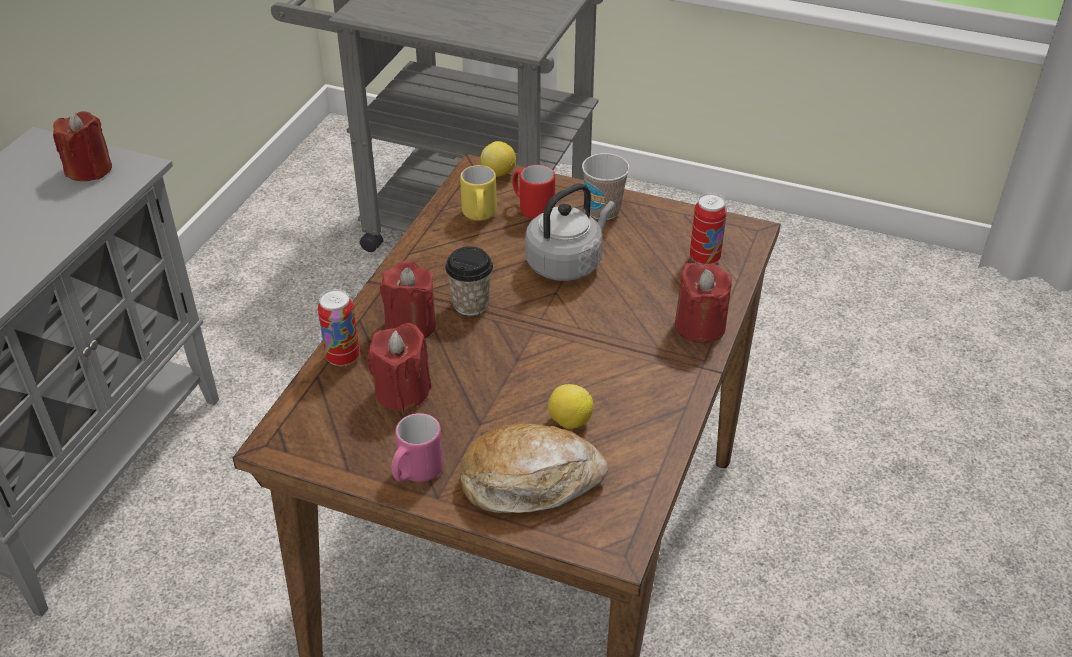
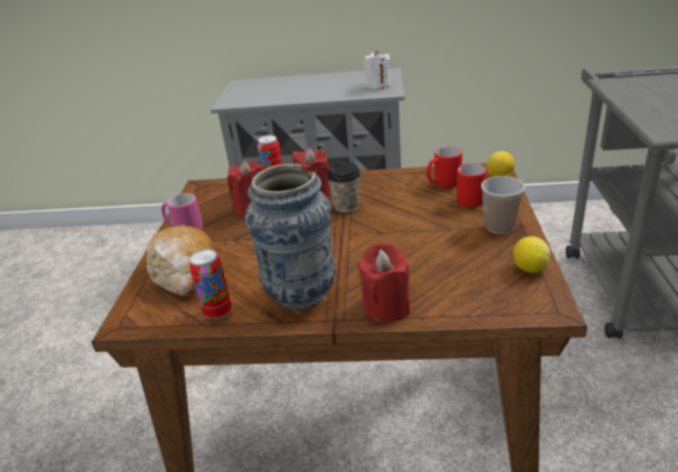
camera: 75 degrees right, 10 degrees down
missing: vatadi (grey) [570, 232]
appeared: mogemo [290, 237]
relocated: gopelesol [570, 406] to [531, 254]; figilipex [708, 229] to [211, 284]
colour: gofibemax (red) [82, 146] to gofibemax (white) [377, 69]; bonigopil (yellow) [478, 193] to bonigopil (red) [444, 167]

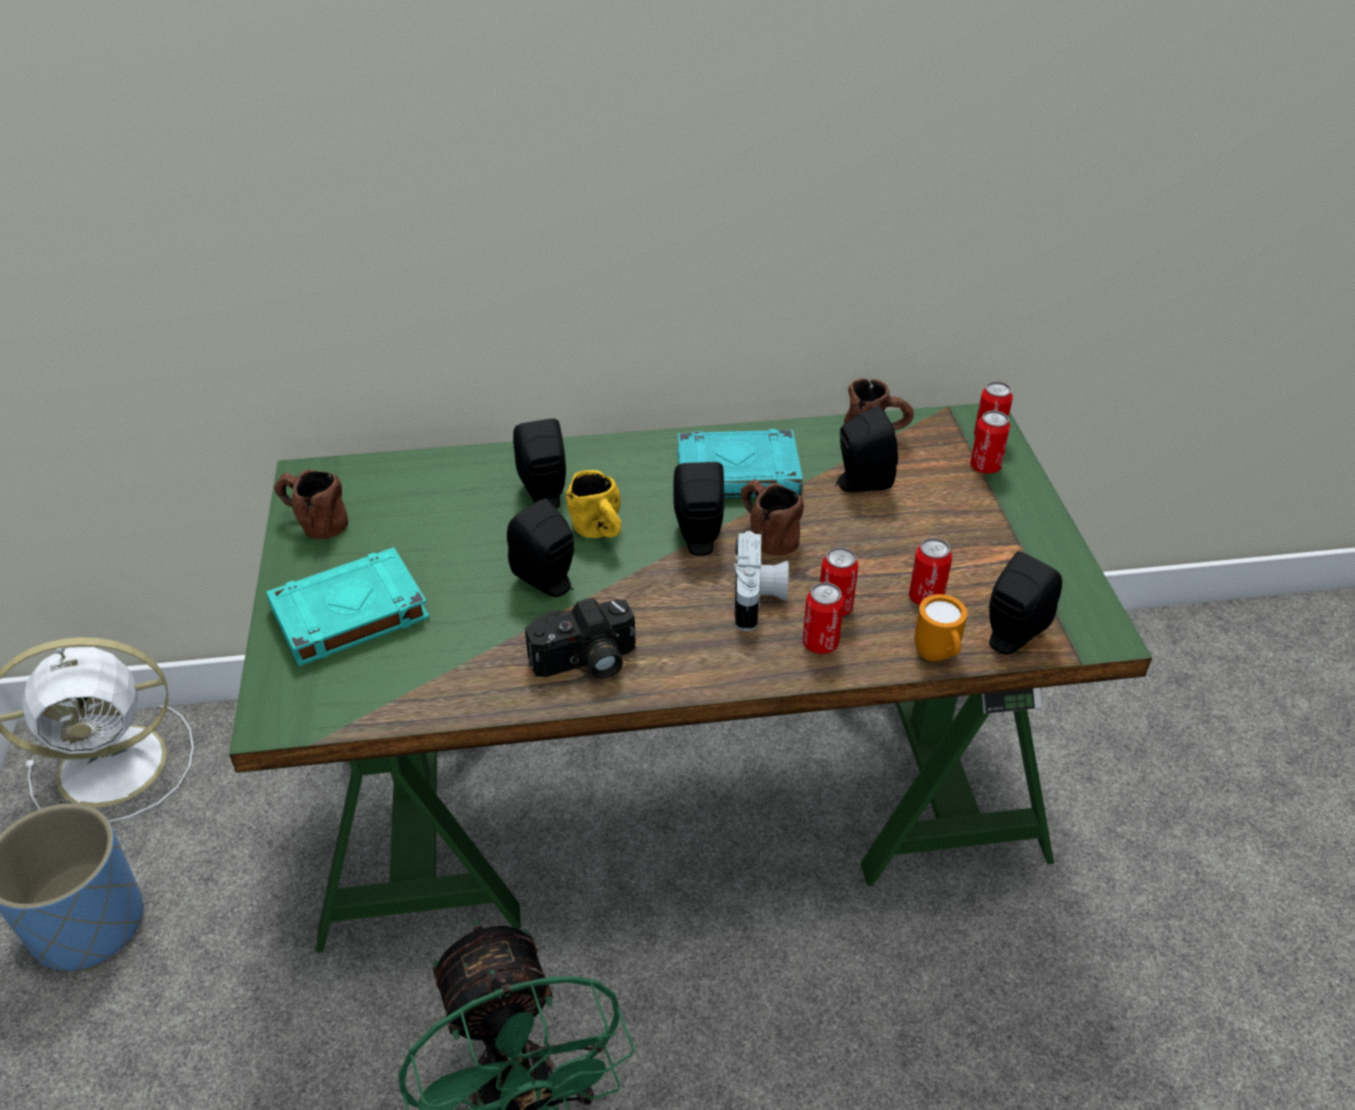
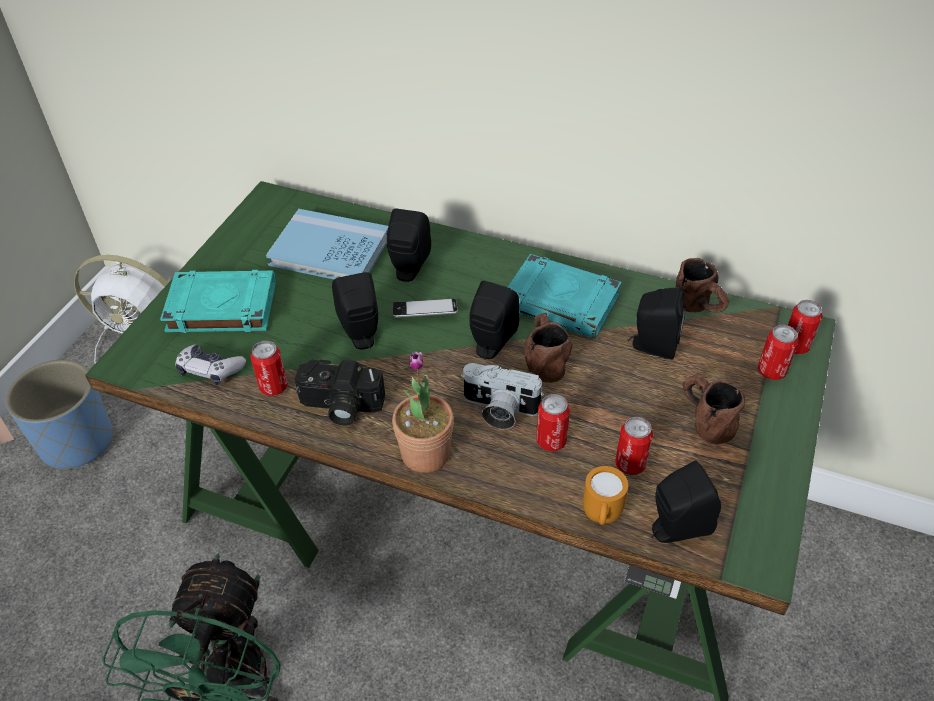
camera: 30 degrees right, 5 degrees up
appeared: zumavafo [210, 364]; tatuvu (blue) [327, 244]; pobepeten [423, 412]
relocated: bonigopil (brown) [311, 505] to [713, 408]; figilipex [823, 618] to [269, 368]
exchanged: bonigopil (yellow) [594, 504] to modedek [425, 308]
spun: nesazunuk [761, 581] = [502, 396] 75 degrees clockwise

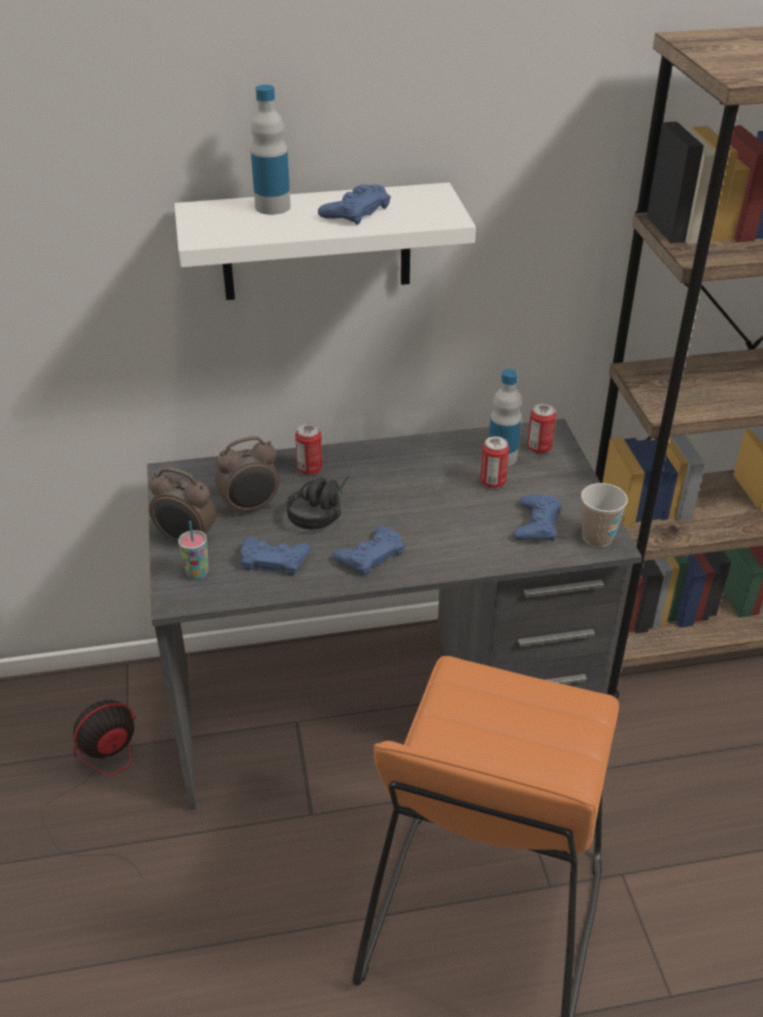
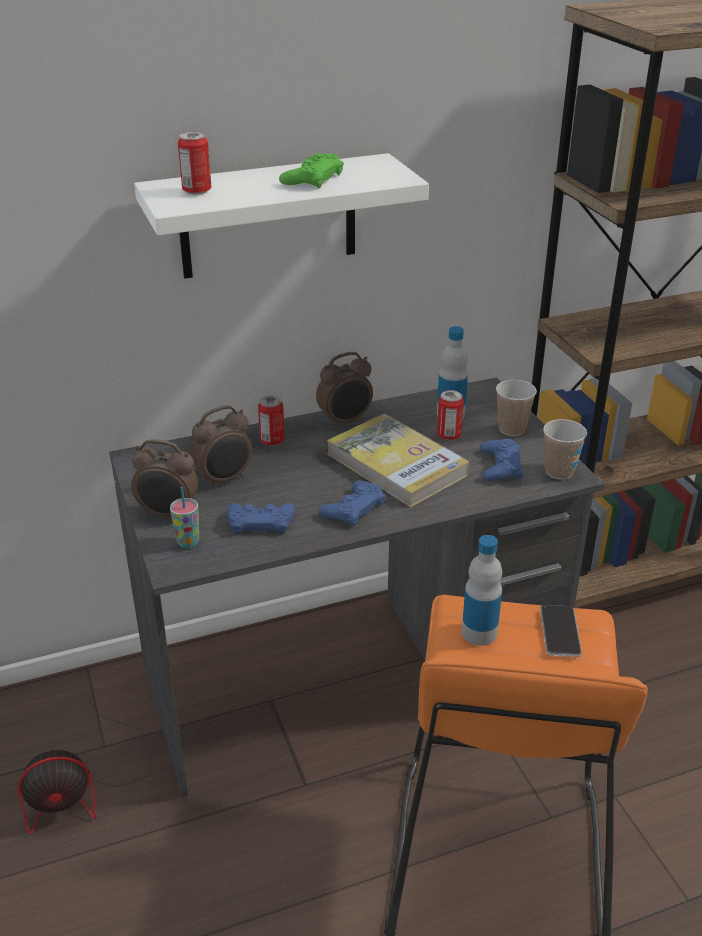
camera: 10 degrees left, 5 degrees down
missing: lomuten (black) [318, 502]
appeared: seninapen [344, 390]; tatuvu [398, 460]; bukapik [516, 408]; modedek [561, 631]
relocated: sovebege [271, 150] to [482, 590]; figilipex [541, 428] to [194, 163]
colour: zumavafo (blue) [354, 204] to zumavafo (green) [311, 171]
spun: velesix [92, 789] = [84, 763] 150 degrees counterclockwise

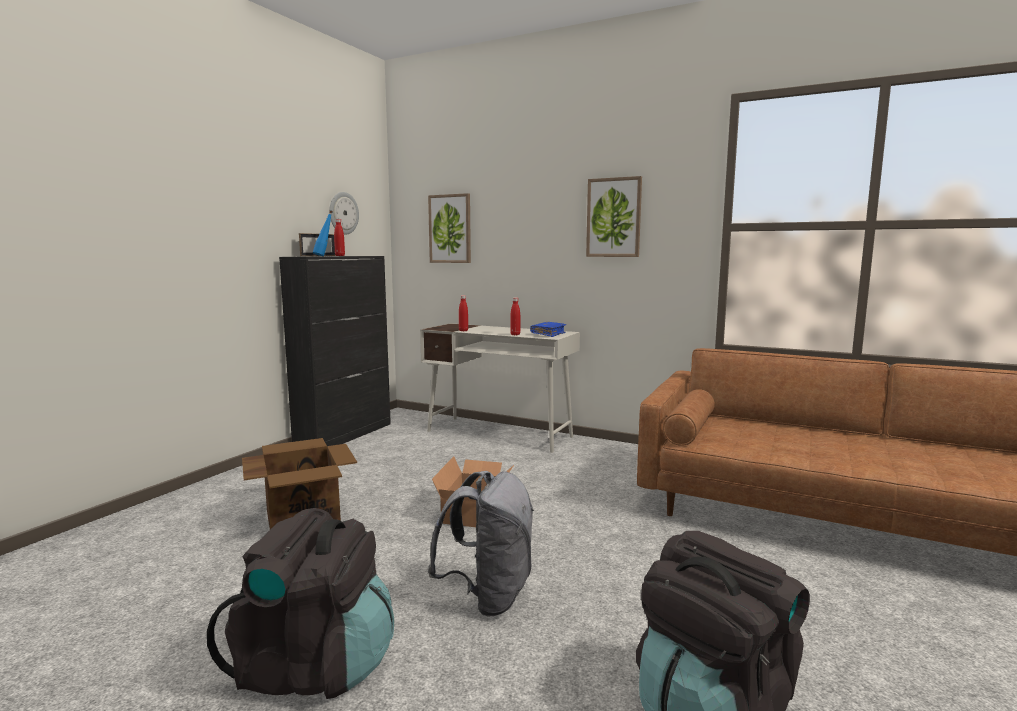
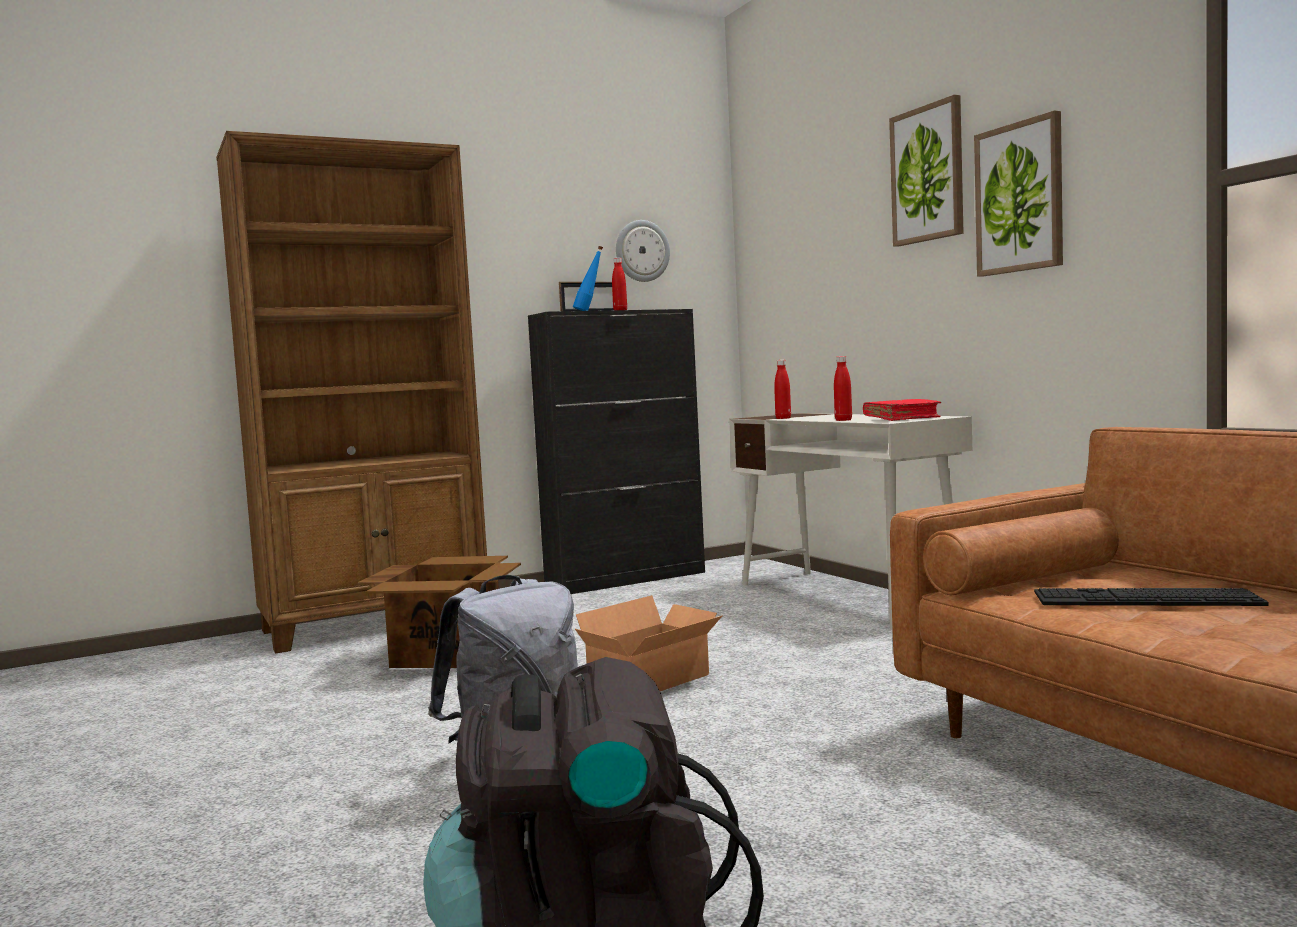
camera: 35 degrees right, 5 degrees down
missing: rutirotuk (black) [300, 603]
appeared: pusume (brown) [351, 392]; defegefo [1151, 597]
relocated: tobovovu [449, 228] to [926, 171]
colour: tatuvu (blue) [548, 329] to tatuvu (red) [902, 410]

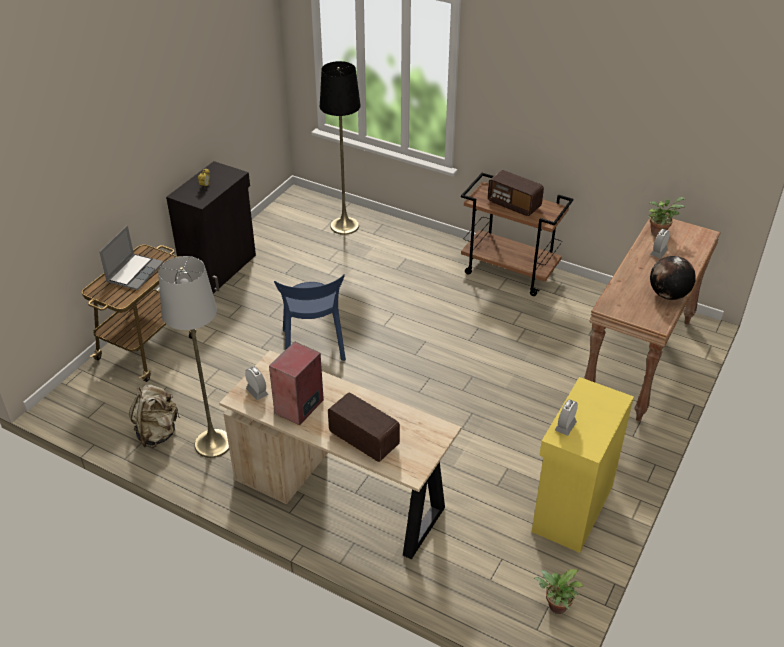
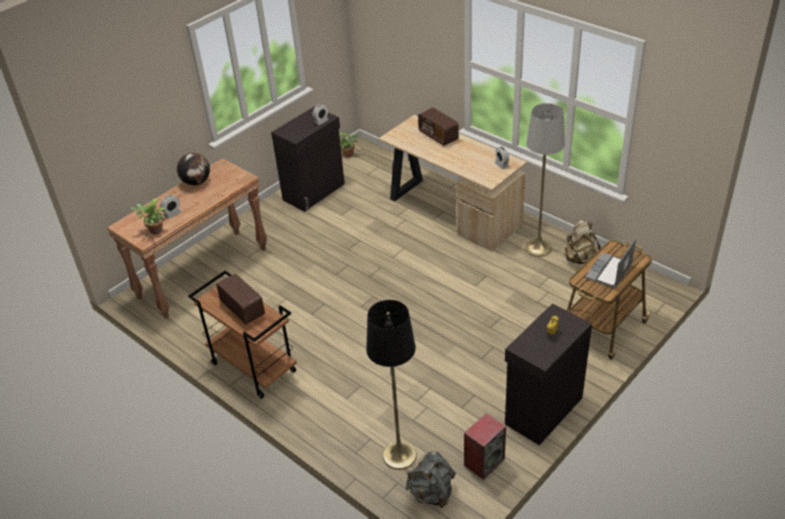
camera: 165 degrees left, 0 degrees up
missing: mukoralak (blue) [310, 318]
appeared: rutirotuk (grey) [431, 479]
relocated: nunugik [296, 383] to [485, 446]
colour: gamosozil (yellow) [583, 465] to gamosozil (black) [308, 159]

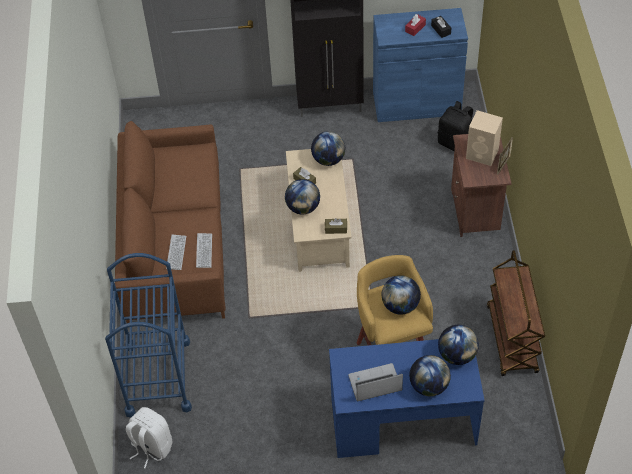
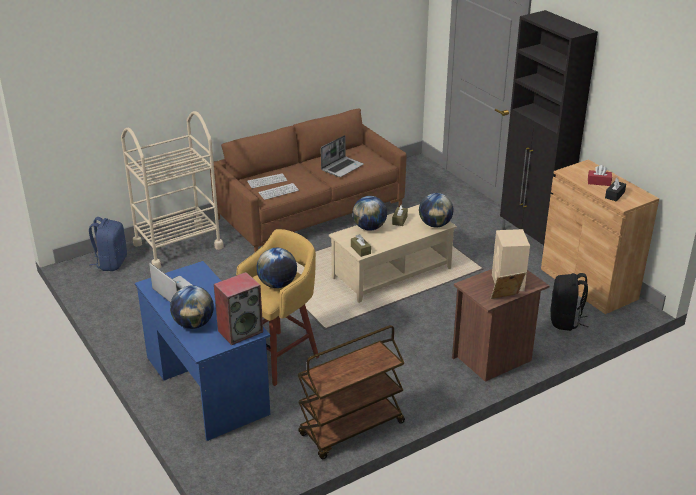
camera: 60 degrees right, 20 degrees down
appeared: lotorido [342, 156]
exchanged: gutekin [458, 345] to nunugik [238, 308]
colour: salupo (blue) [148, 335] to salupo (beige) [172, 190]; rutirotuk (white) [149, 437] to rutirotuk (blue) [108, 244]; gamosozil (blue) [420, 65] to gamosozil (brown) [600, 236]

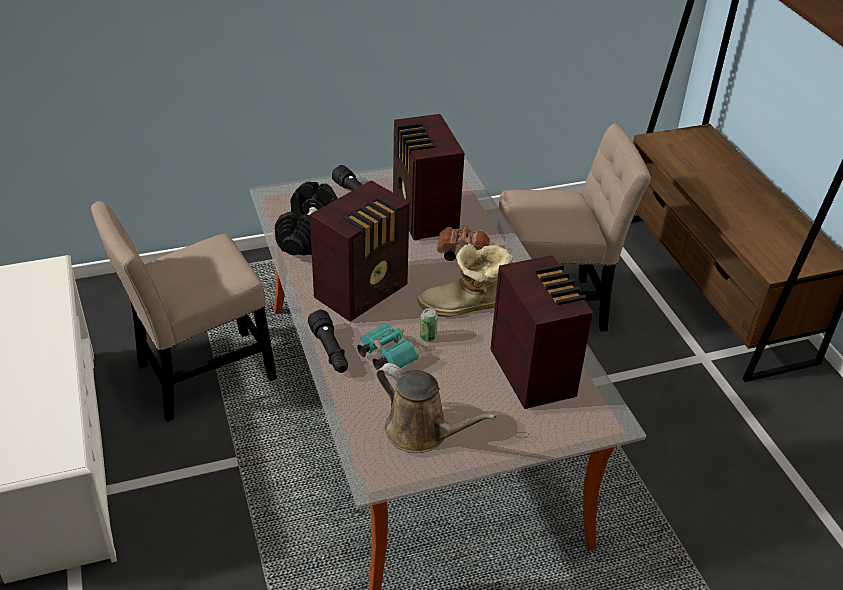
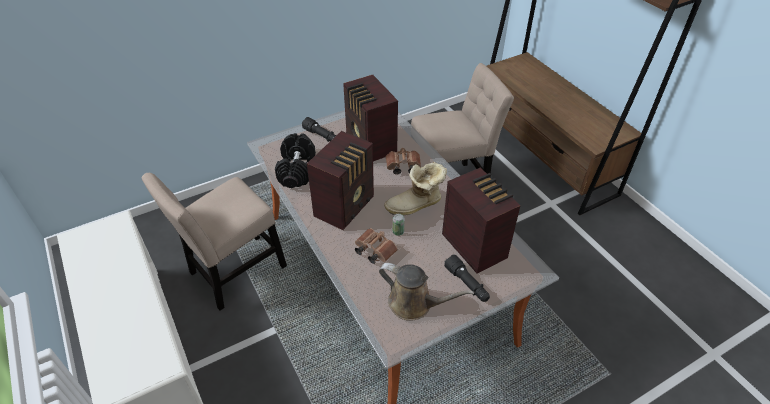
camera: 10 degrees left, 5 degrees up
relocated: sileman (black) [328, 341] to [467, 278]
colour: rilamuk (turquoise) [388, 346] to rilamuk (brown) [376, 246]

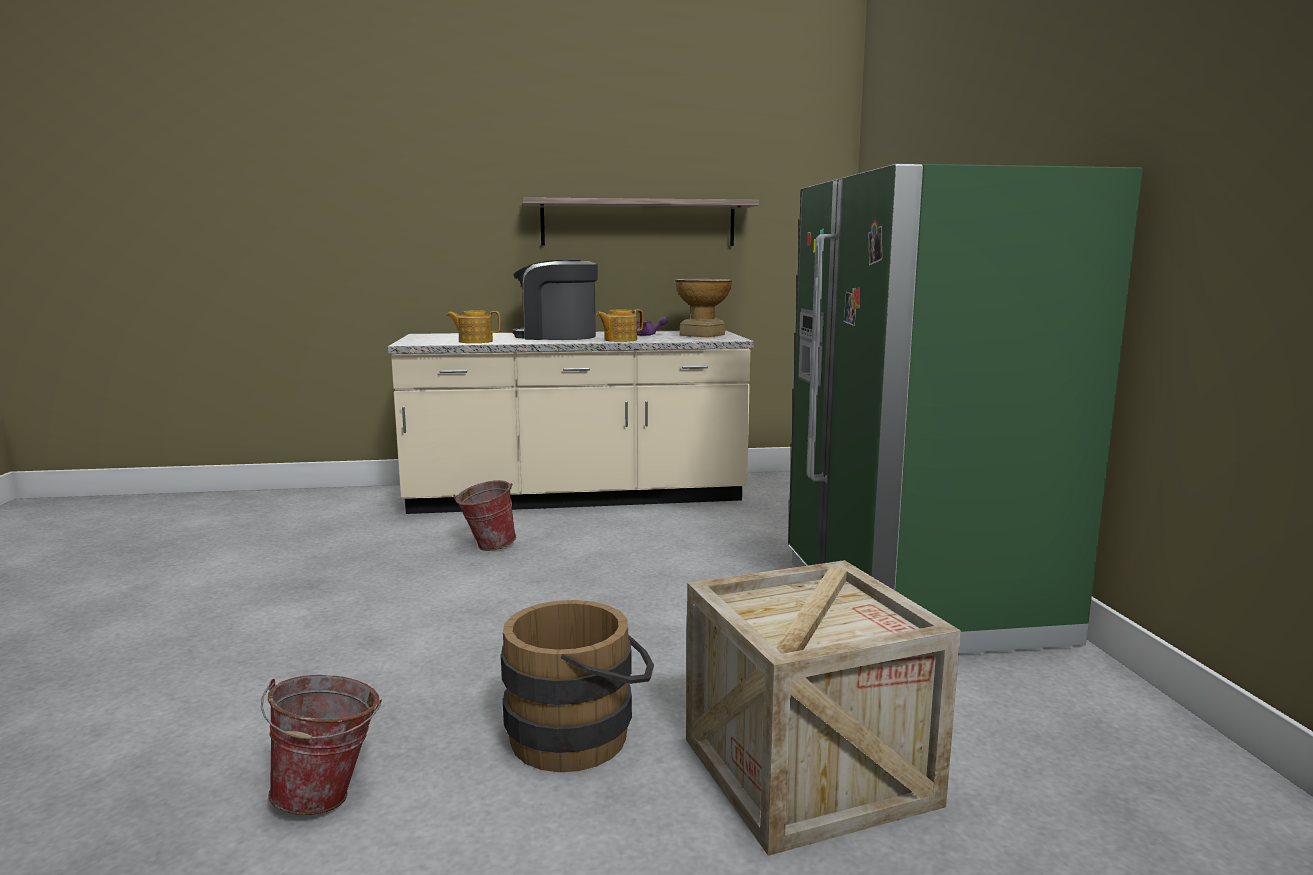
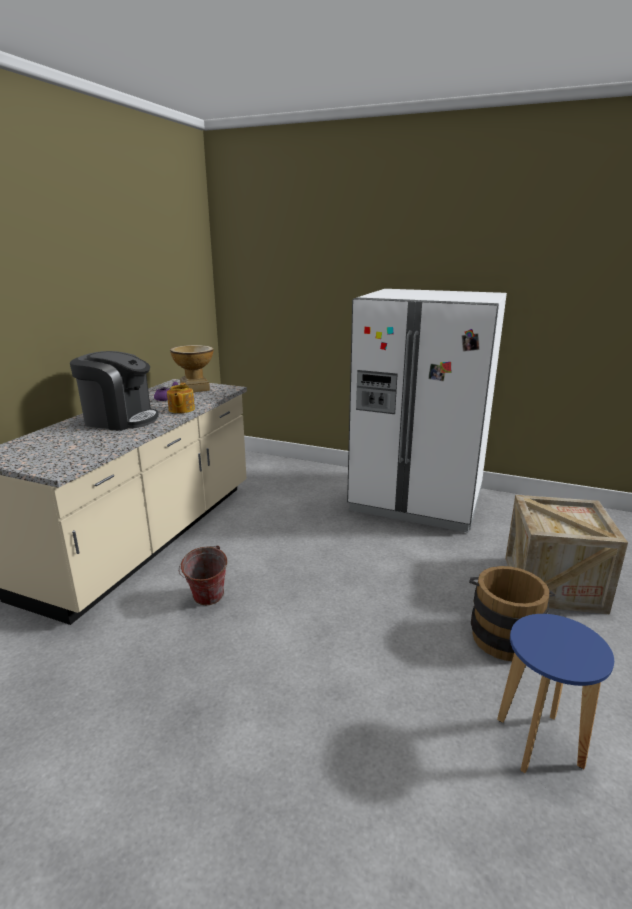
camera: 60 degrees left, 10 degrees up
missing: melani [474, 326]; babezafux [641, 221]
exchanged: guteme [321, 745] to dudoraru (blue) [555, 693]
colour: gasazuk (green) [965, 409] to gasazuk (white) [427, 410]
spun: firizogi [555, 300] = [114, 391] 120 degrees counterclockwise

